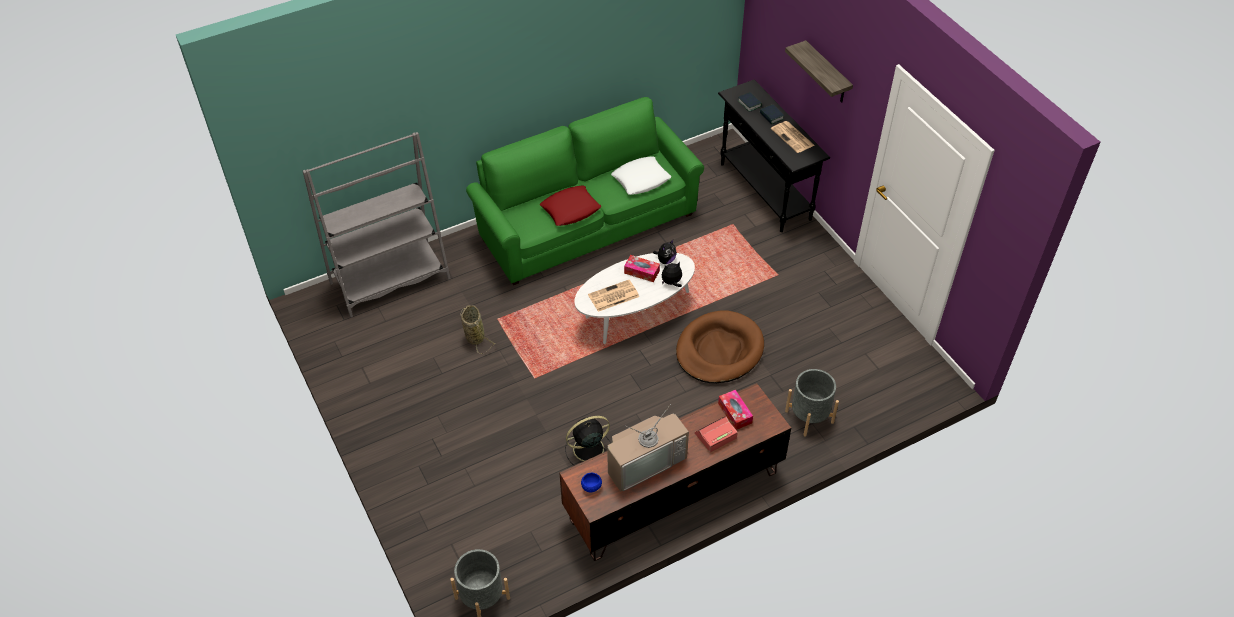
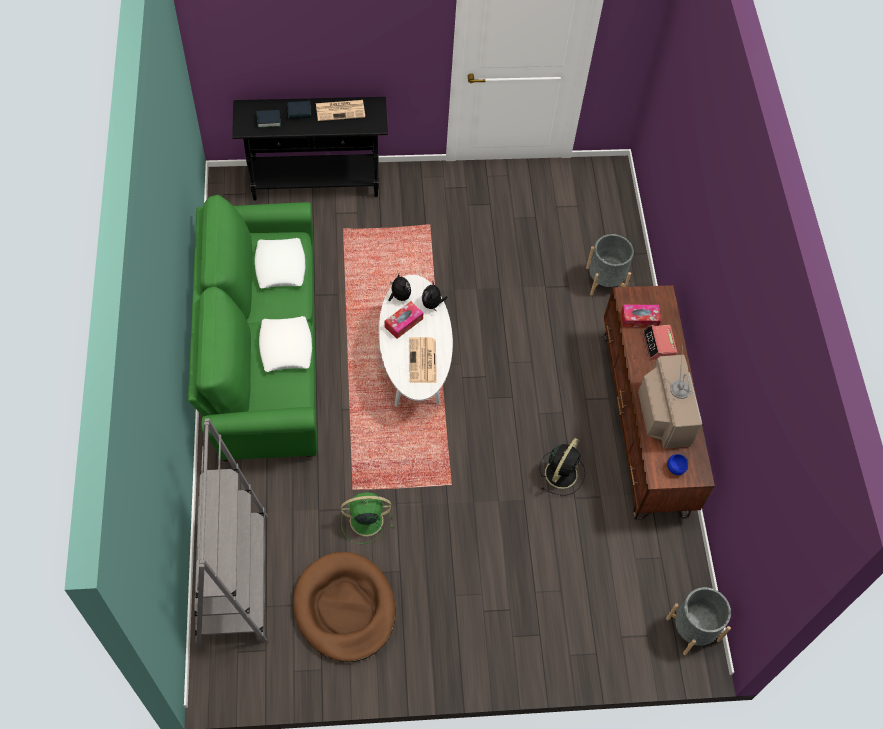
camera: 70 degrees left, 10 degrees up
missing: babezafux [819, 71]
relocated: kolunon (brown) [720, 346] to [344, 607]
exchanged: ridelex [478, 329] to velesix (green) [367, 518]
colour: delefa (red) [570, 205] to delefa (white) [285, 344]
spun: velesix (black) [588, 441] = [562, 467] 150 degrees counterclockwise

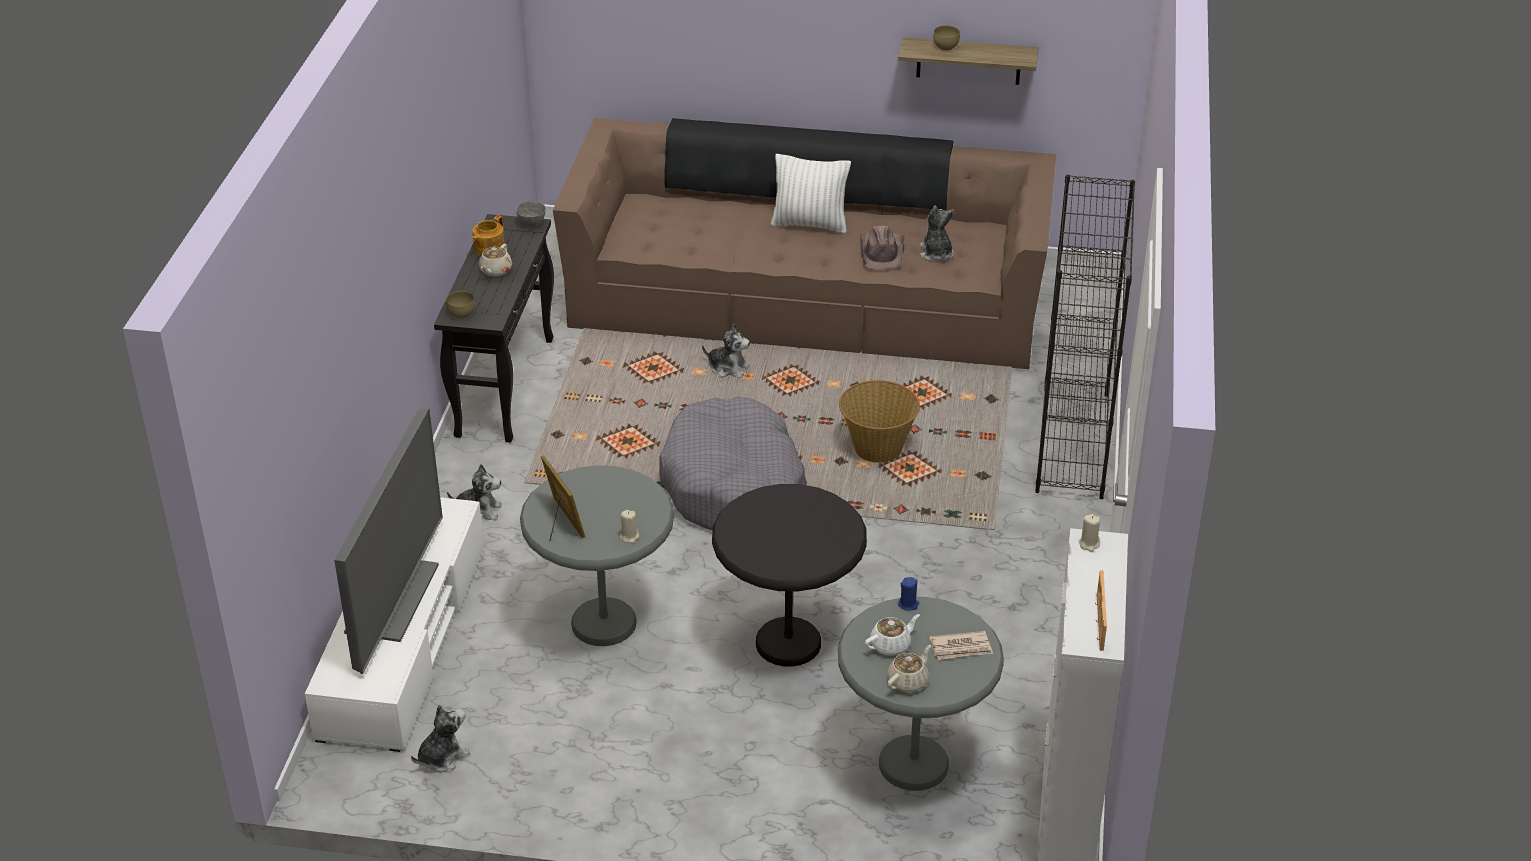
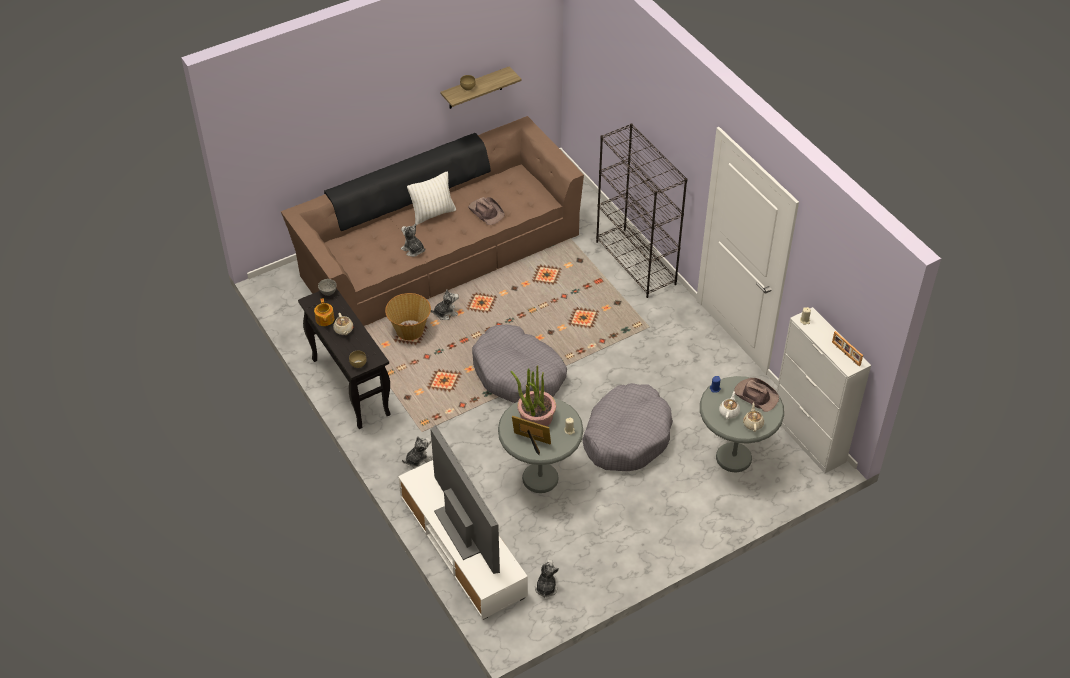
camera: 40 degrees left, 10 degrees up
appeared: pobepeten [533, 395]
relocated: ridelex [879, 421] to [408, 316]; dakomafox [937, 234] to [413, 240]
exchanged: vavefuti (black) [789, 575] to kolunon (grey) [627, 427]; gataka [961, 645] to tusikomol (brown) [756, 395]

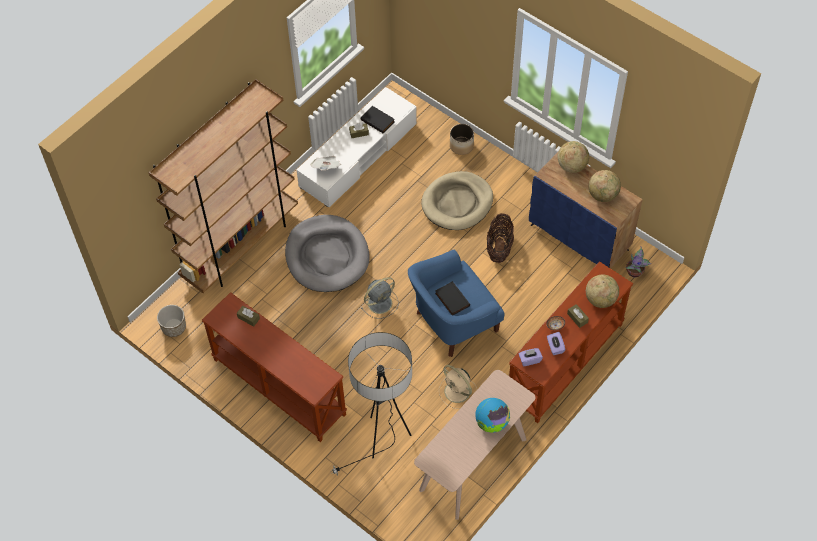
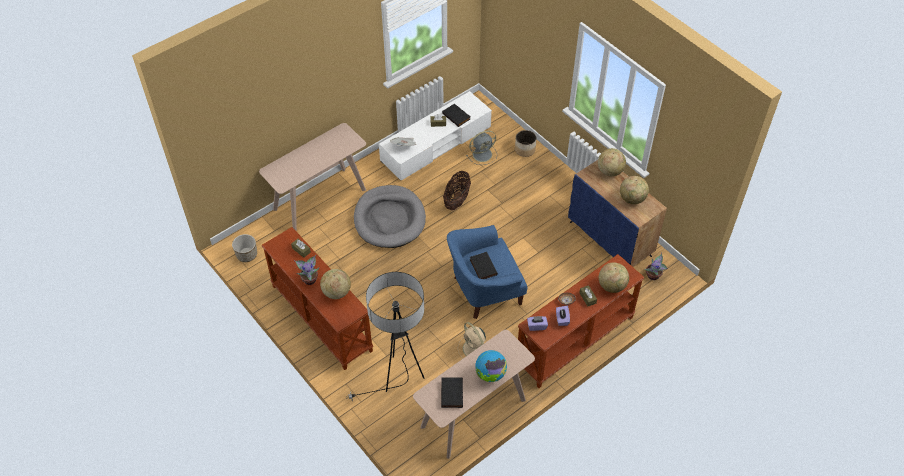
camera: 10 degrees right, 5 degrees down
missing: kolunon (beige) [457, 200]
appeared: pobepeten [306, 270]; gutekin [335, 284]; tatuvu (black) [452, 392]
relocated: velesix (grey) [380, 298] to [482, 147]; ridelex [500, 238] to [457, 190]
exchanged: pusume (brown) [223, 186] to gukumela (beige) [312, 177]

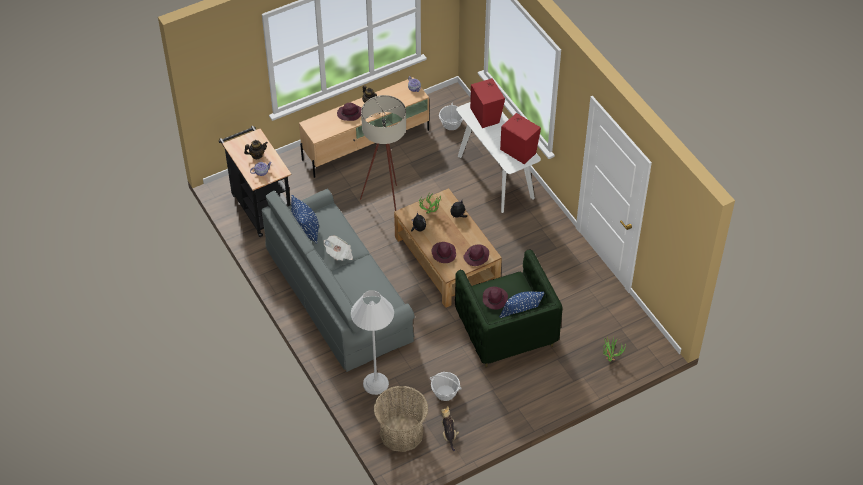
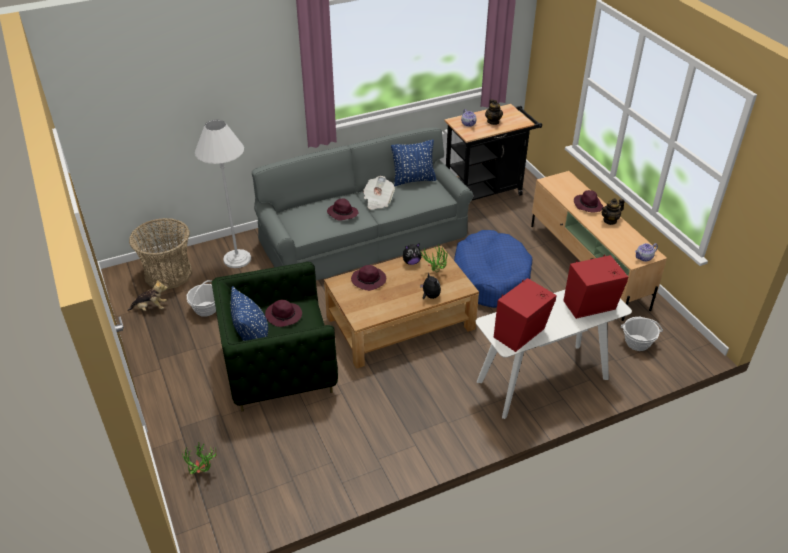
camera: 95 degrees right, 10 degrees down
relocated: tusikomol (purple) [476, 255] to [343, 209]
exchanged: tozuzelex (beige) [383, 153] to kolunon (blue) [493, 269]

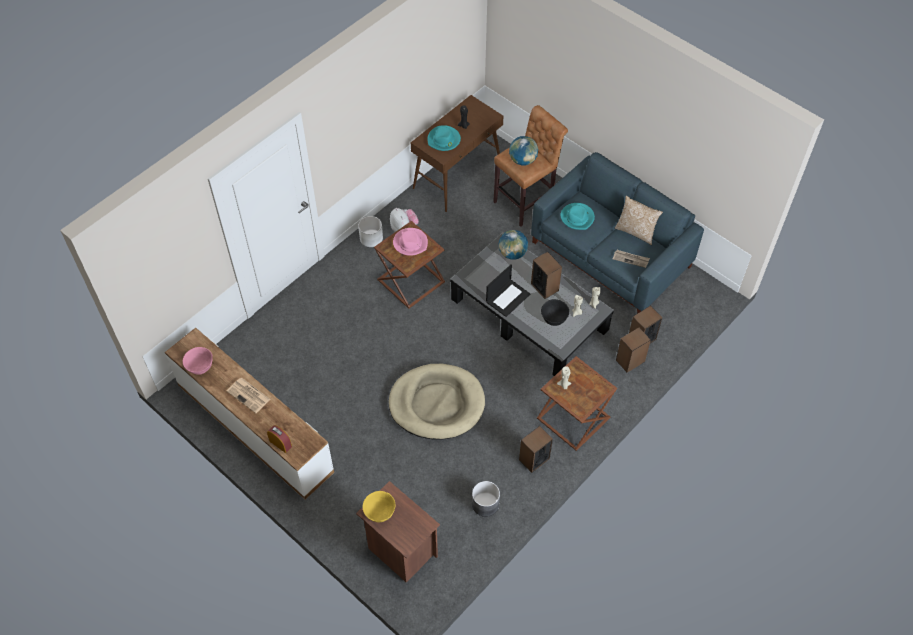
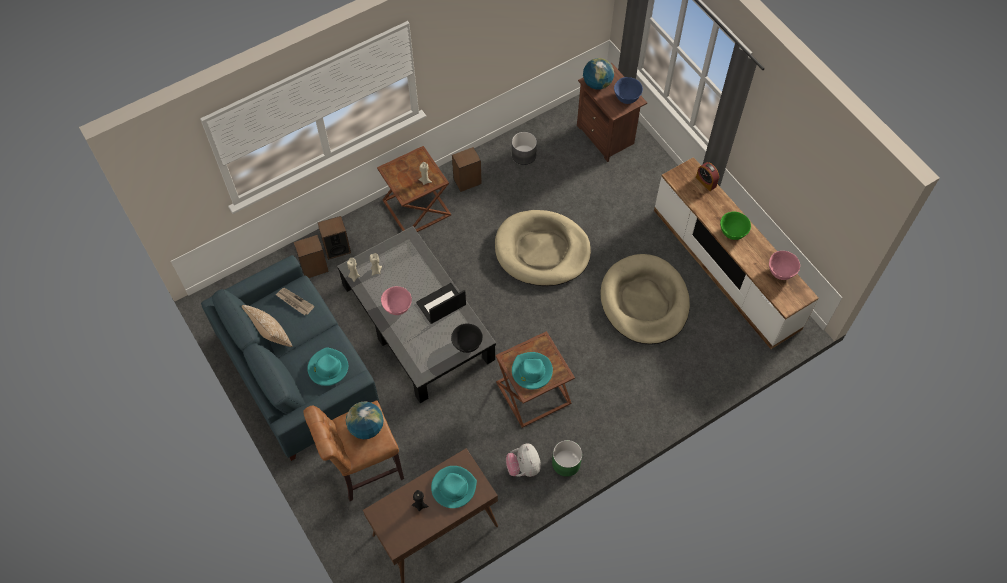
camera: 165 degrees left, 5 degrees up
appeared: kolunon (beige) [645, 299]
relocated: gutekin [513, 245] to [598, 74]; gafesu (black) [555, 312] to [467, 338]
exchanged: gataka [249, 395] to gafesu (green) [735, 226]; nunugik [546, 275] to gafesu (pink) [396, 300]
colour: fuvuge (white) [370, 231] to fuvuge (green) [567, 458]; gafesu (yellow) [379, 506] to gafesu (blue) [628, 90]; tusikomol (pink) [410, 242] to tusikomol (turquoise) [532, 371]

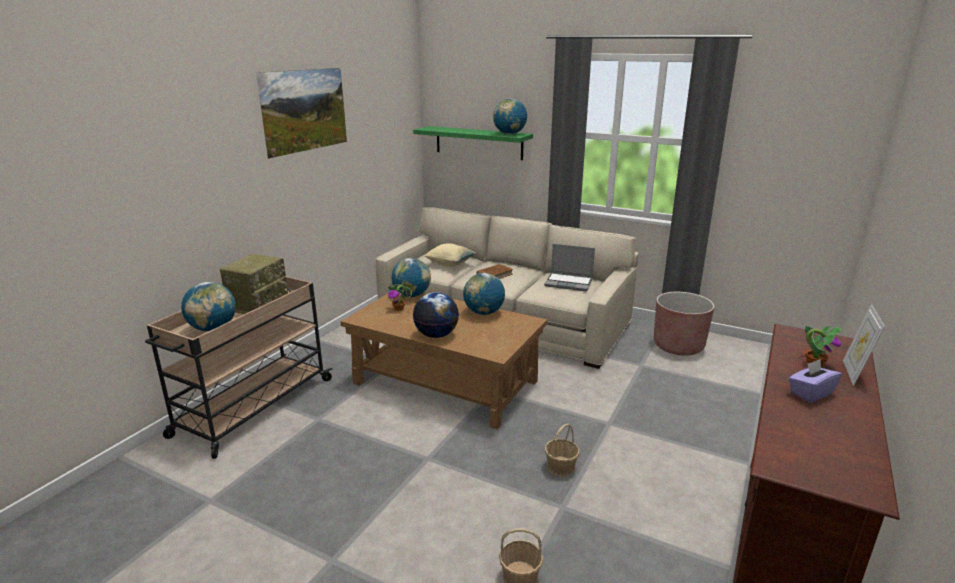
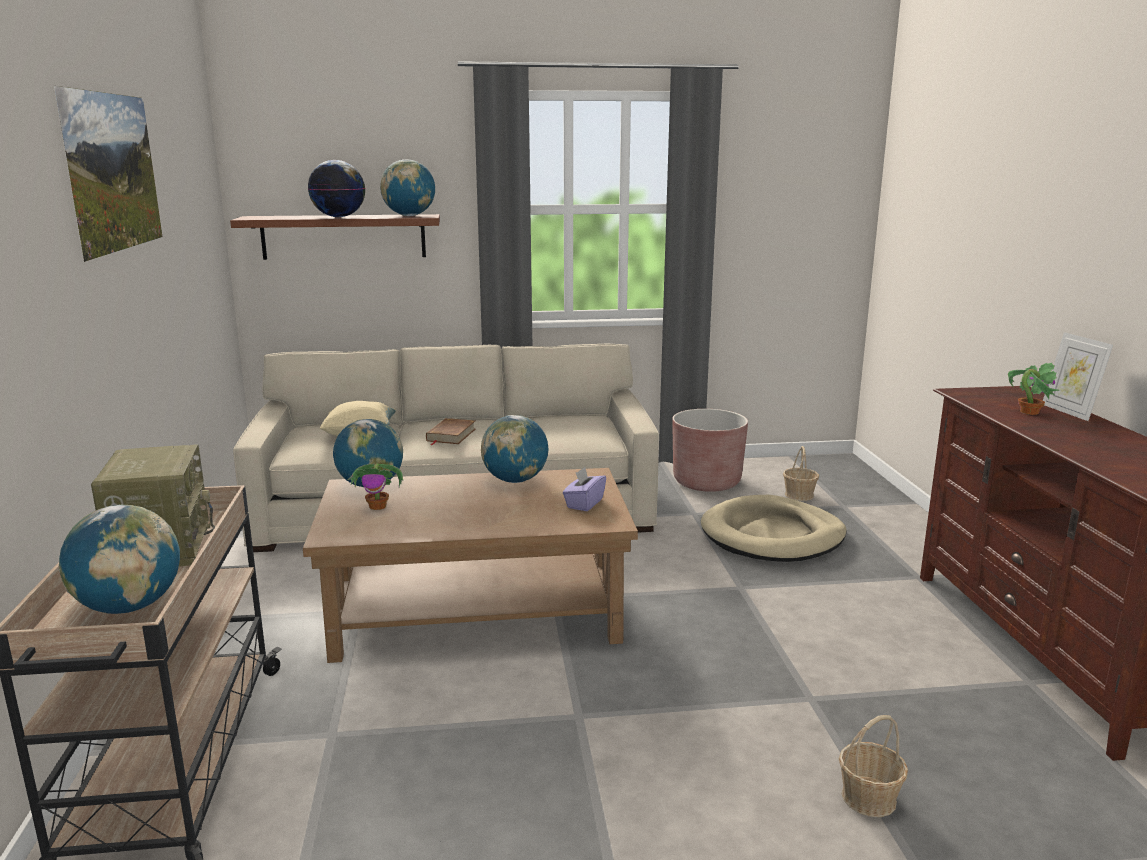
camera: 35 degrees left, 5 degrees down
missing: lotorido [569, 267]
appeared: kolunon (beige) [774, 528]
relocated: gutekin [436, 315] to [336, 188]; ridelex [562, 450] to [801, 473]; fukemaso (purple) [815, 381] to [584, 489]
colour: babezafux (green) [473, 143] to babezafux (brown) [335, 237]

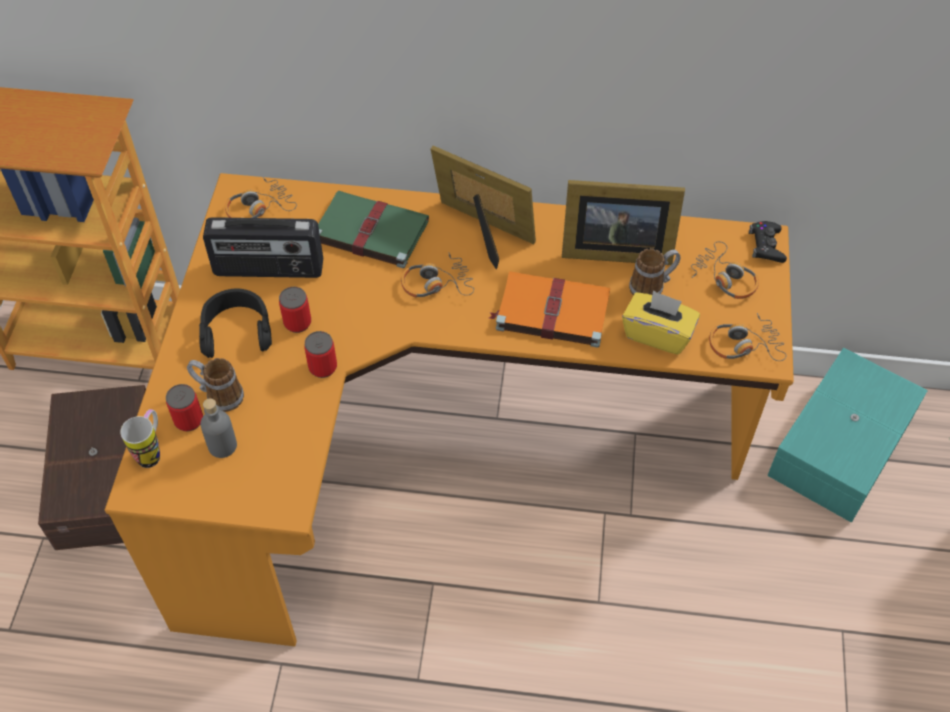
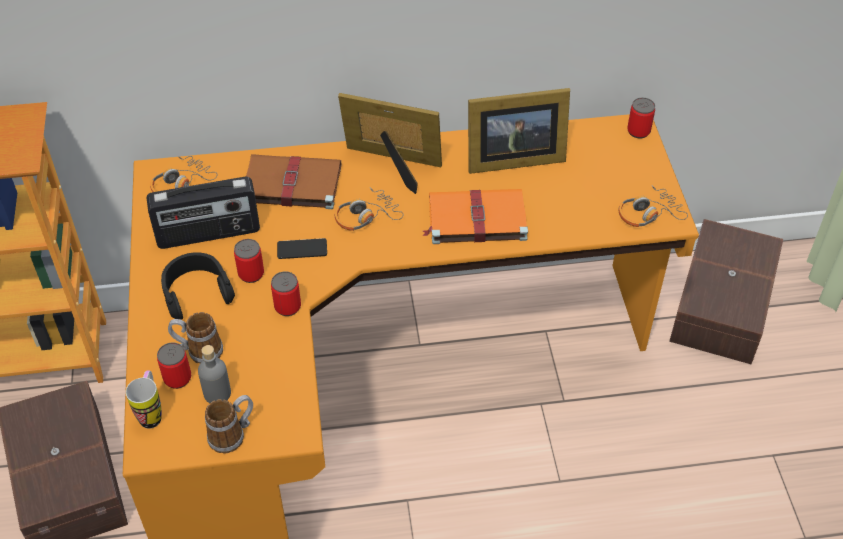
camera: 15 degrees left, 5 degrees down
missing: fukemaso (yellow) [661, 322]; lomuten [725, 270]
appeared: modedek [302, 248]
relocated: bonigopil [654, 271] to [229, 424]
exchanged: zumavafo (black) [768, 242] to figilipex [641, 118]
colour: tatuvu (green) [373, 229] to tatuvu (brown) [293, 181]; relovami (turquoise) [847, 435] to relovami (brown) [726, 291]

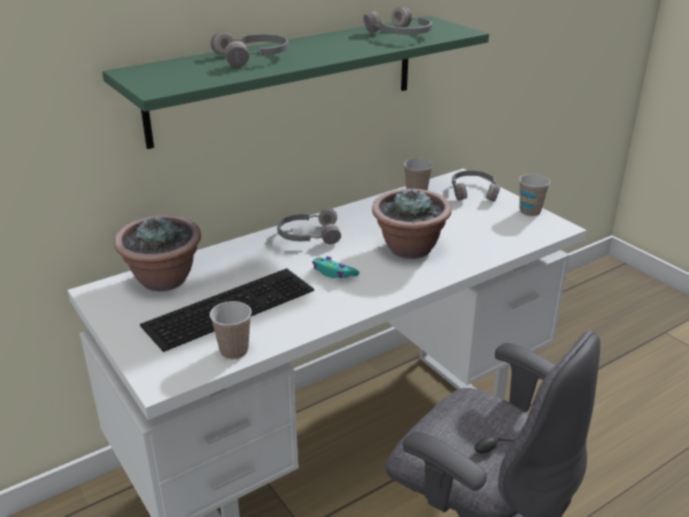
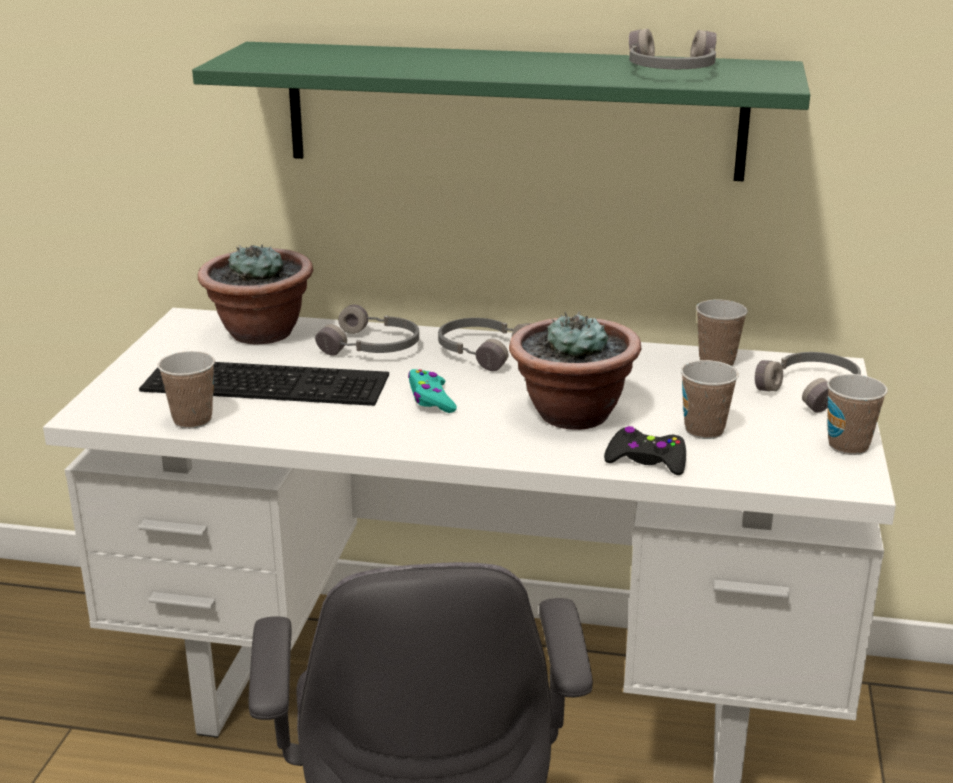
camera: 45 degrees right, 5 degrees down
appeared: zumavafo (black) [645, 450]; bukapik [710, 399]
relocated: lomuten (grey) [250, 49] to [367, 330]

